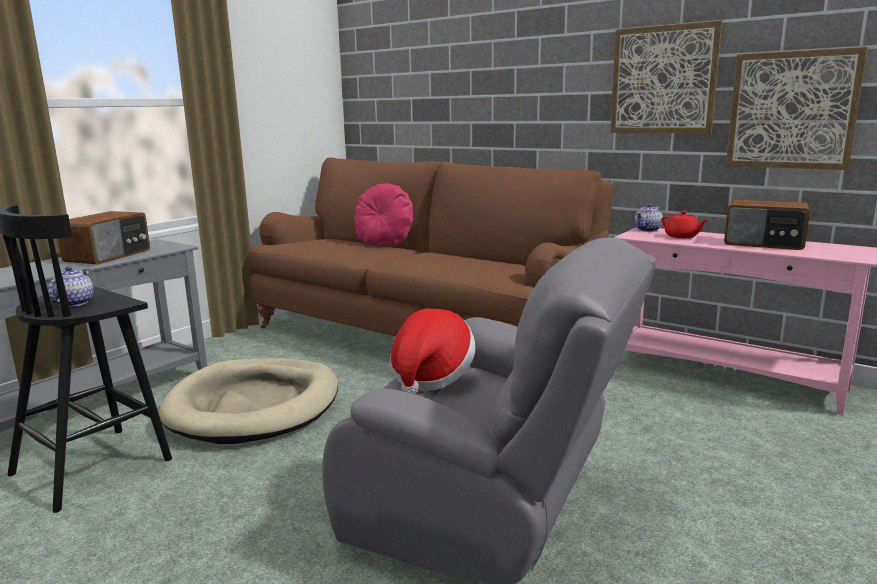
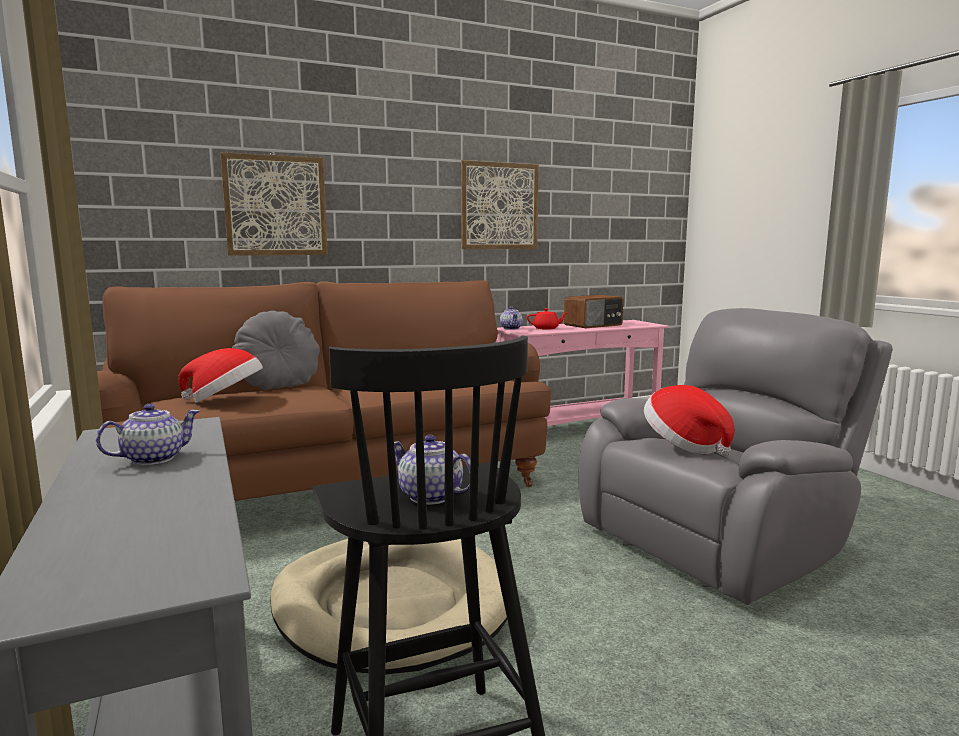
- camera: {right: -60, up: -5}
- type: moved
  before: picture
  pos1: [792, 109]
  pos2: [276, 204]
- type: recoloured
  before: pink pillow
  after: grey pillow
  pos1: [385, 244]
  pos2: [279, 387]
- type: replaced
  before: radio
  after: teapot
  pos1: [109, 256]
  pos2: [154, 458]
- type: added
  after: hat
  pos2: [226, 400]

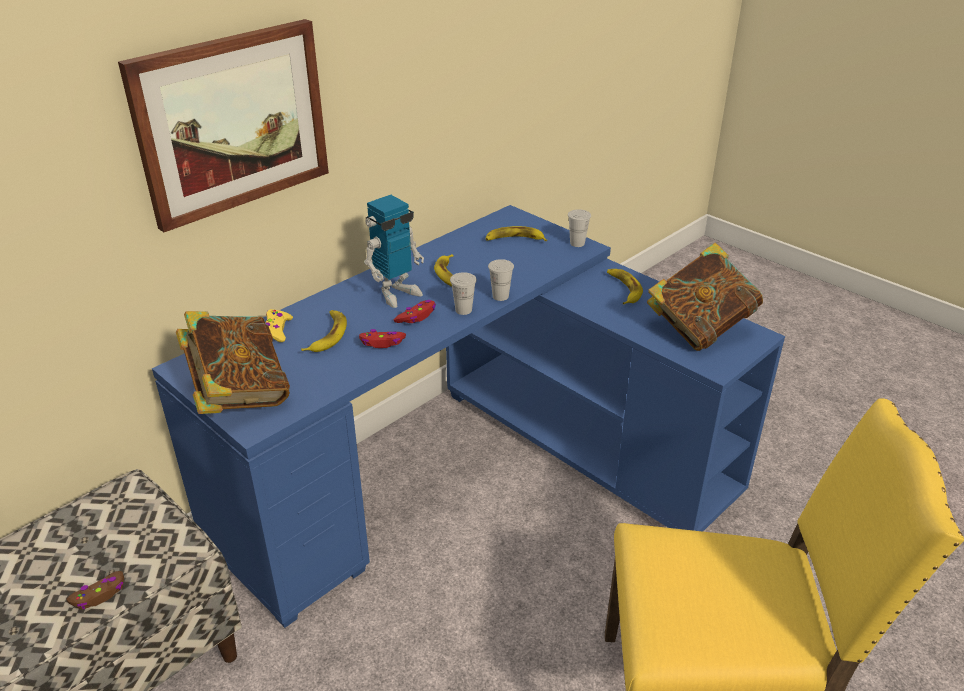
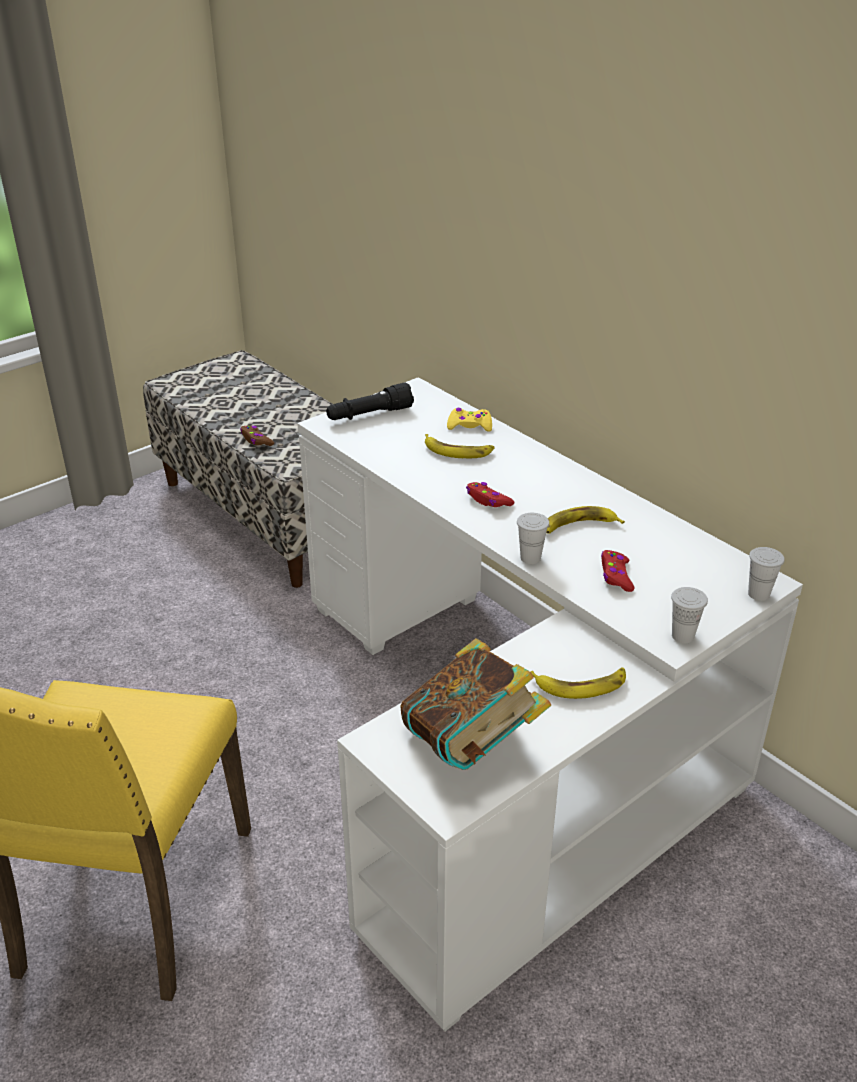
- camera: {right: 95, up: 0}
- type: removed
  before: picture
  pos1: [232, 122]
- type: removed
  before: toy robot
  pos1: [396, 293]
- type: recoloured
  before: blue desk
  after: white desk
  pos1: [475, 472]
  pos2: [508, 741]
- type: removed
  before: banana
  pos1: [514, 239]
- type: moved
  before: white cup
  pos1: [463, 310]
  pos2: [758, 594]
- type: replaced
  before: book
  after: black flashlight
  pos1: [239, 395]
  pos2: [369, 415]
- type: moved
  before: red game controller
  pos1: [382, 343]
  pos2: [616, 576]

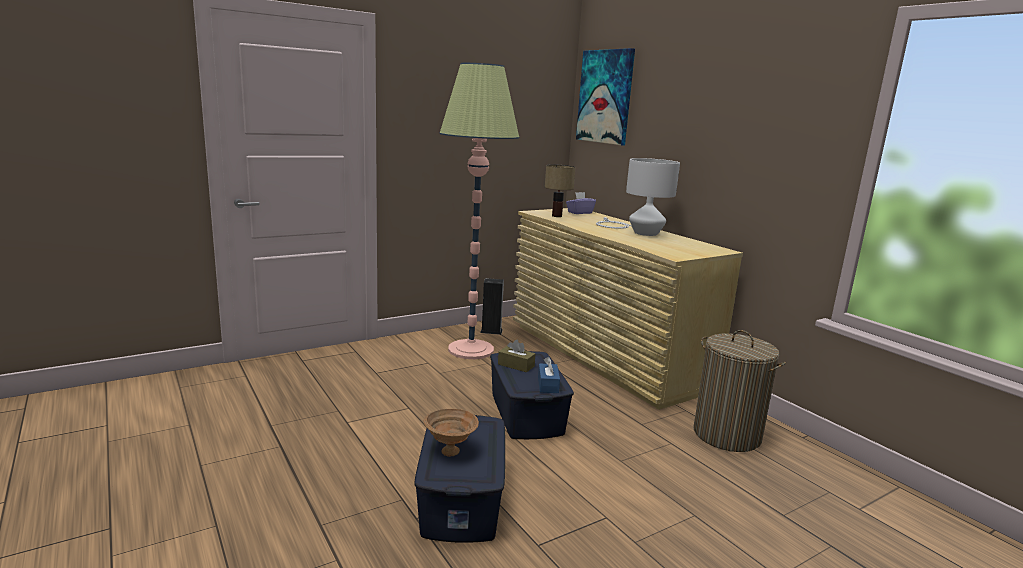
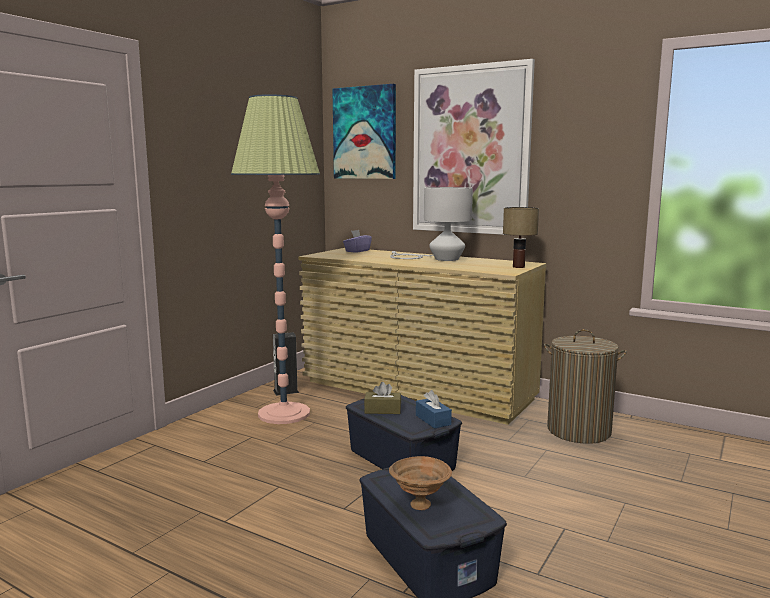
- camera: {right: -25, up: -5}
- type: moved
  before: table lamp
  pos1: [556, 216]
  pos2: [518, 267]
- type: added
  after: picture
  pos2: [470, 150]

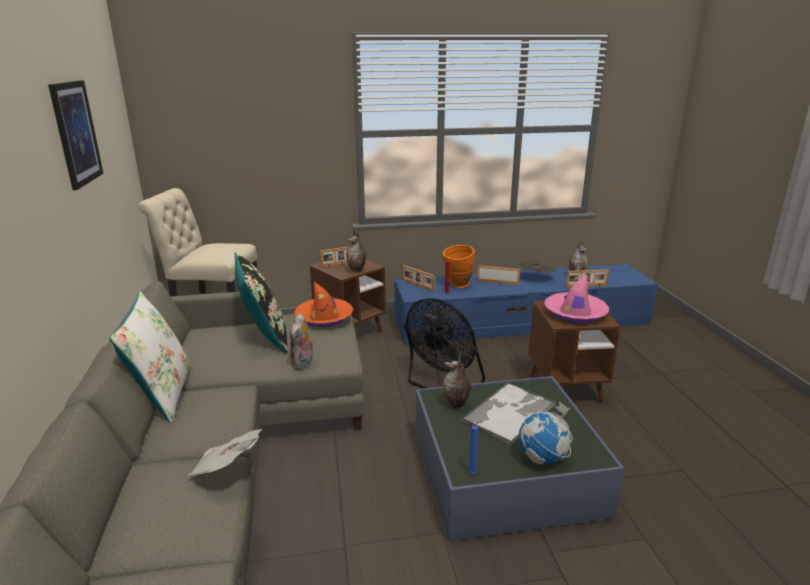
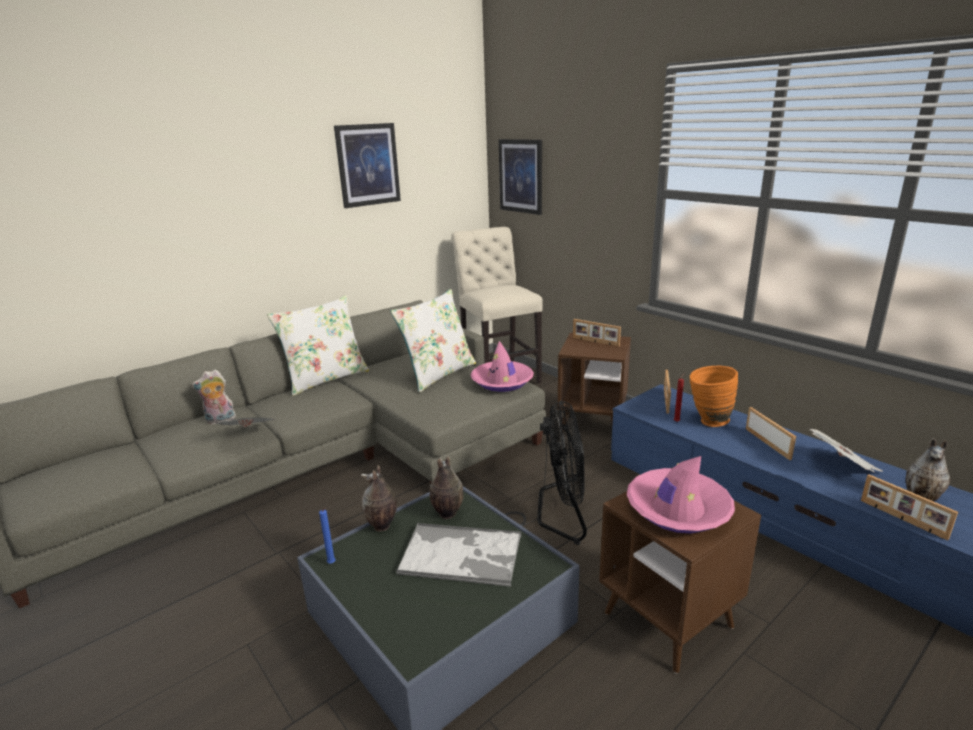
- camera: {right: 60, up: 0}
- type: moved
  before: vase
  pos1: [357, 271]
  pos2: [382, 526]
- type: recoloured
  before: black pillow
  after: white pillow
  pos1: [264, 337]
  pos2: [438, 374]
- type: recoloured
  before: orange hat
  after: pink hat
  pos1: [324, 318]
  pos2: [502, 382]
- type: moved
  before: plush toy
  pos1: [303, 364]
  pos2: [220, 420]
- type: removed
  before: globe
  pos1: [543, 458]
- type: added
  after: picture
  pos2: [521, 176]

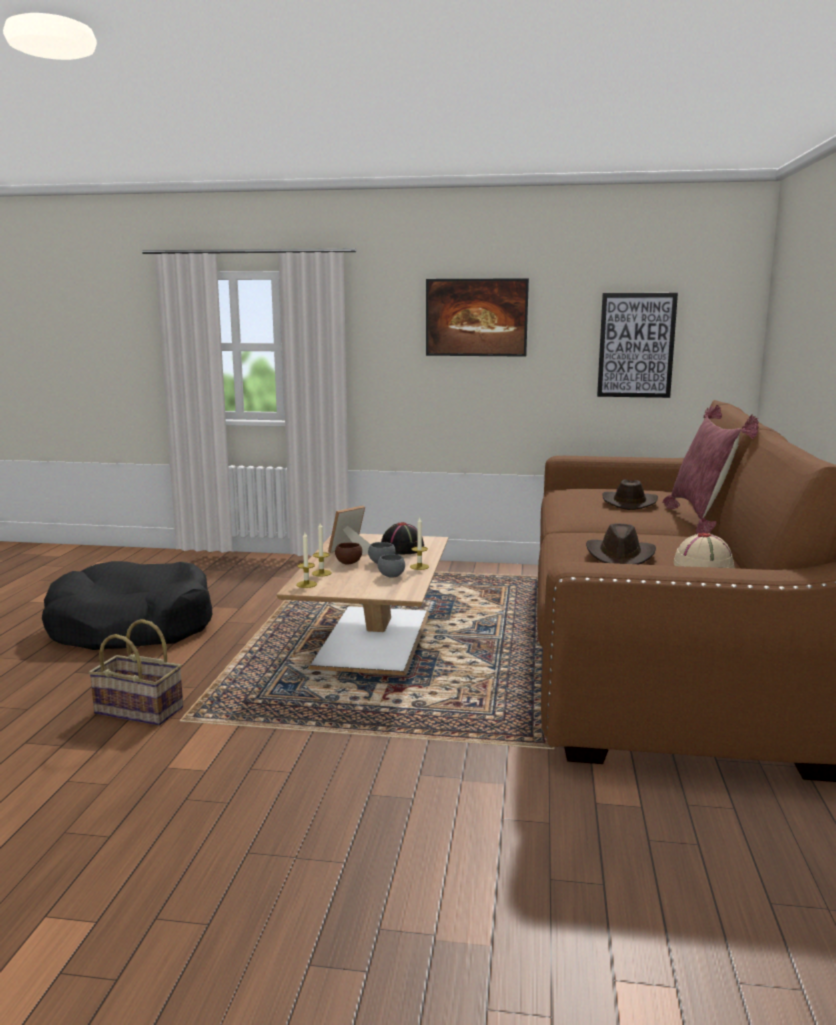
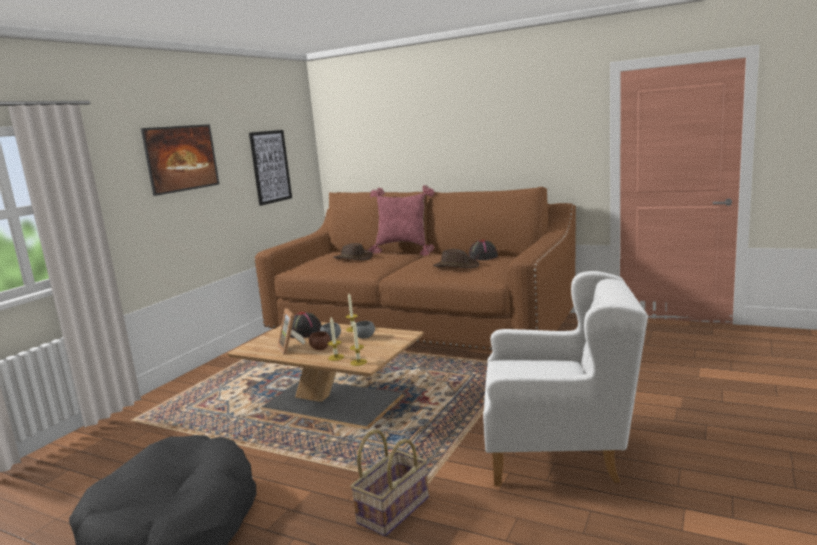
- camera: {right: -70, up: 0}
- type: recoloured
  before: beige hat
  after: black hat
  pos1: [703, 566]
  pos2: [483, 256]
- type: added
  after: white armchair
  pos2: [559, 452]

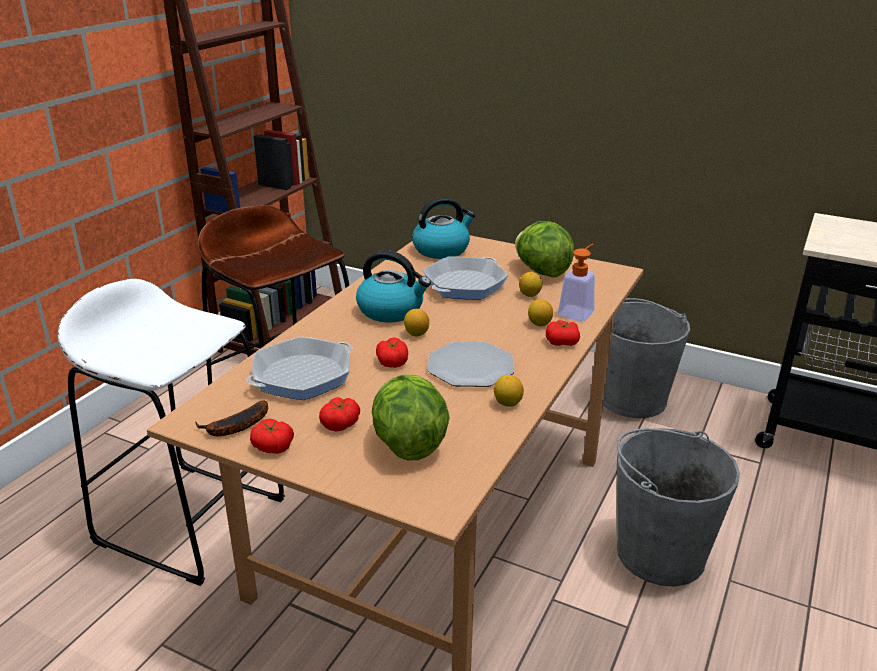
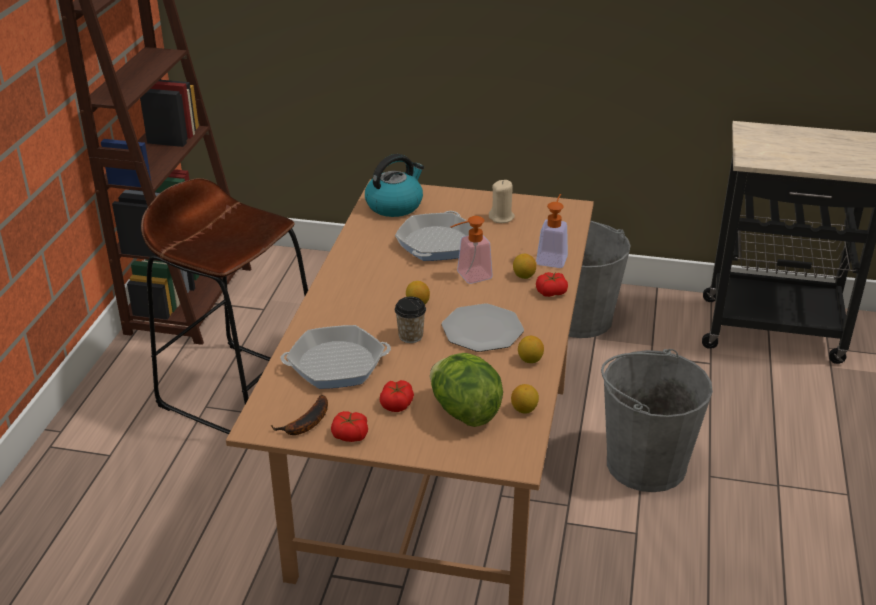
- camera: {right: -15, up: 5}
- type: replaced
  before: lettuce
  after: beige candle
  pos1: [541, 271]
  pos2: [501, 217]
- type: removed
  before: kettle
  pos1: [391, 310]
- type: moved
  before: lemon
  pos1: [530, 295]
  pos2: [524, 409]
- type: removed
  before: white stool
  pos1: [191, 519]
- type: turned
  before: frying pan
  pos1: [302, 376]
  pos2: [336, 364]
  turn: 45
- type: replaced
  before: tomato
  after: cup
  pos1: [392, 361]
  pos2: [410, 336]
- type: added
  after: soap dispenser
  pos2: [468, 277]

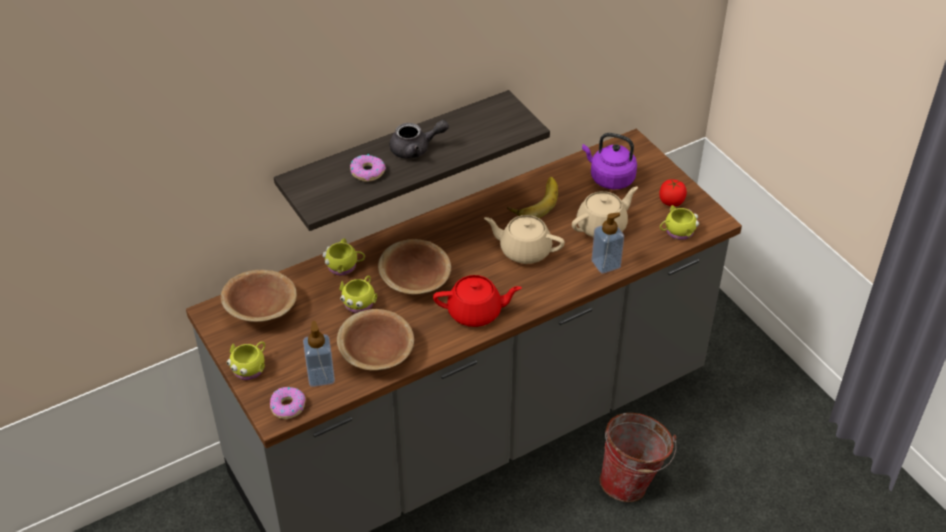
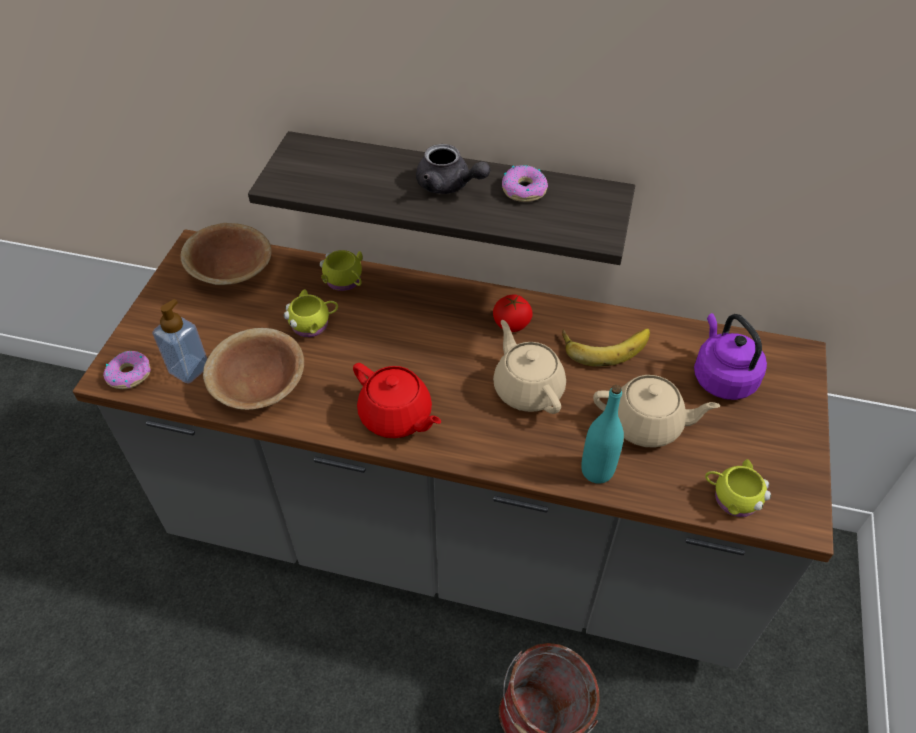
- camera: {right: 45, up: 5}
- type: moved
  before: donut
  pos1: [367, 172]
  pos2: [524, 190]
- type: moved
  before: tomato
  pos1: [671, 201]
  pos2: [511, 324]
- type: replaced
  before: soap dispenser
  after: turquoise bottle
  pos1: [605, 264]
  pos2: [597, 470]
- type: removed
  before: brown bowl
  pos1: [415, 281]
- type: removed
  before: yellow mug
  pos1: [250, 367]

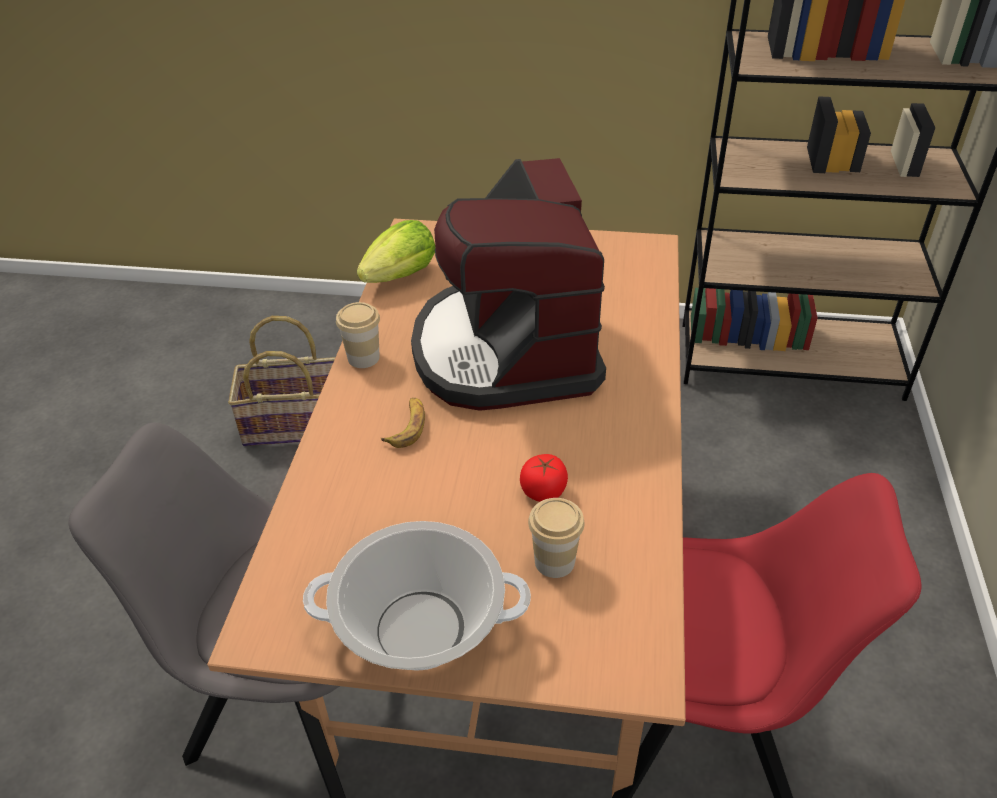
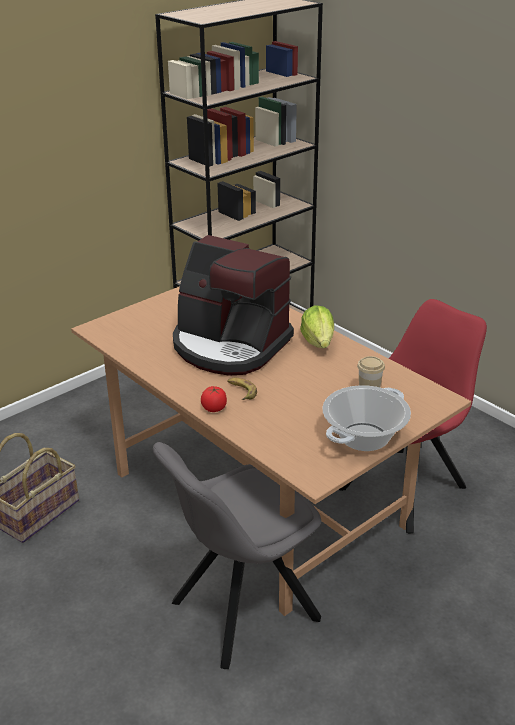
- camera: {right: -50, up: -10}
- type: moved
  before: lettuce
  pos1: [401, 276]
  pos2: [318, 342]
- type: removed
  before: cup
  pos1: [363, 358]
- type: moved
  before: tomato
  pos1: [543, 491]
  pos2: [214, 408]

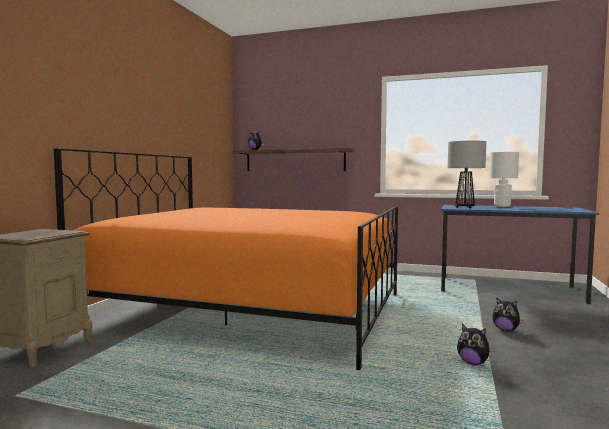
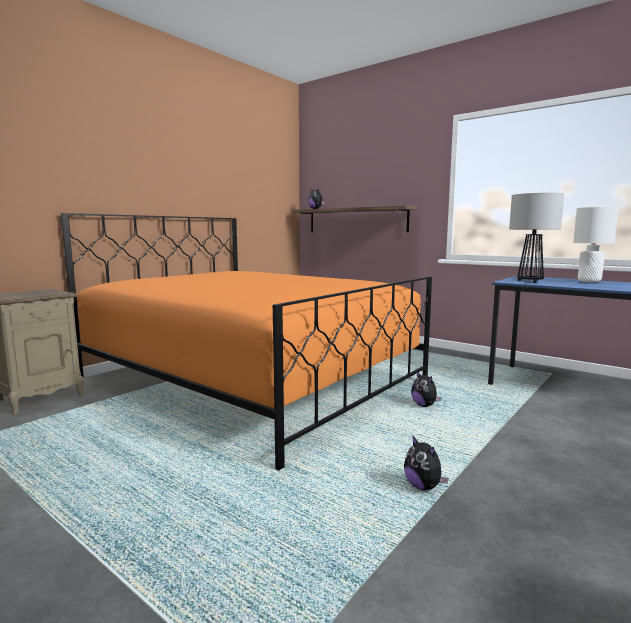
- camera: {right: 20, up: 5}
- type: moved
  before: plush toy
  pos1: [506, 330]
  pos2: [424, 405]

